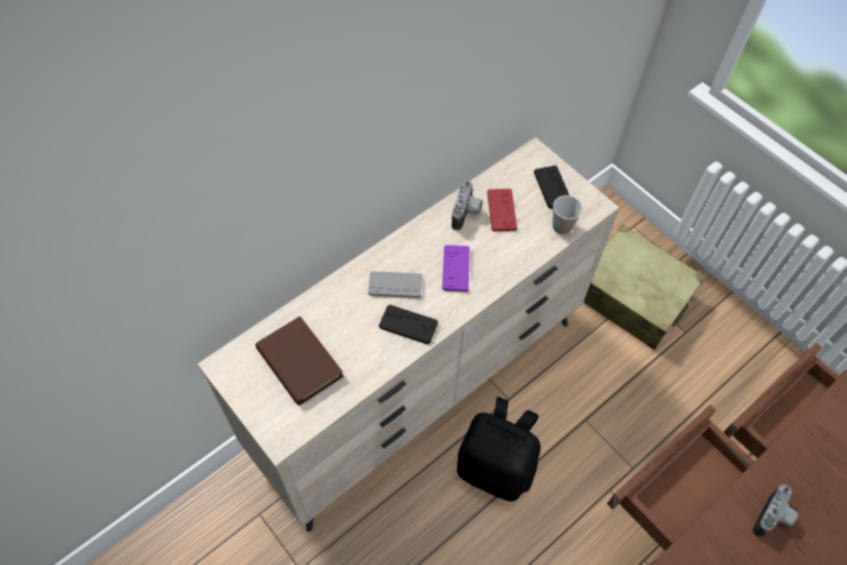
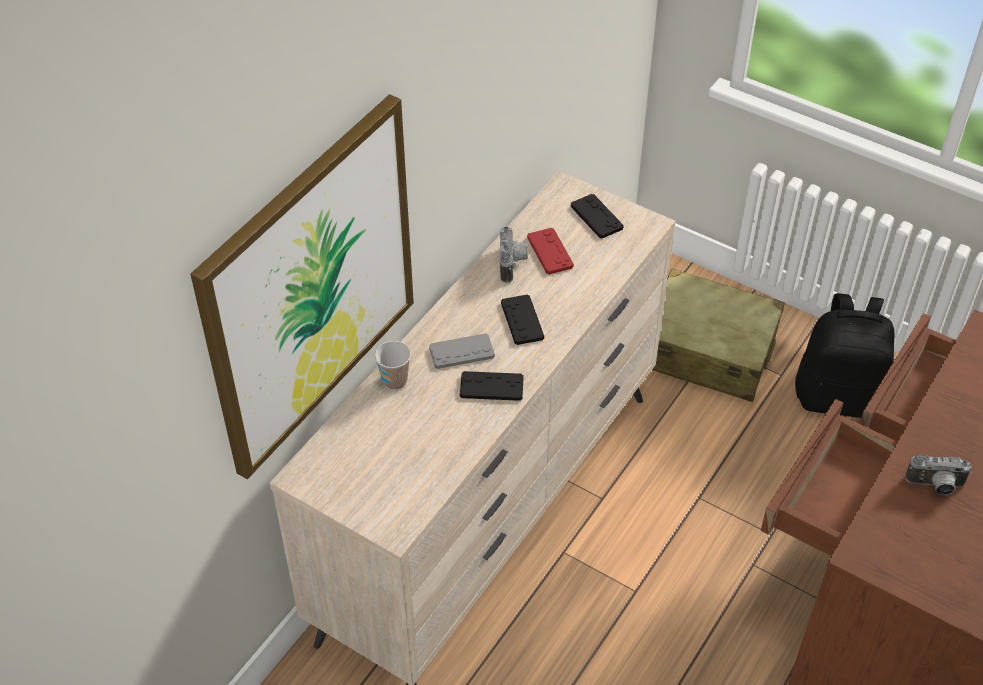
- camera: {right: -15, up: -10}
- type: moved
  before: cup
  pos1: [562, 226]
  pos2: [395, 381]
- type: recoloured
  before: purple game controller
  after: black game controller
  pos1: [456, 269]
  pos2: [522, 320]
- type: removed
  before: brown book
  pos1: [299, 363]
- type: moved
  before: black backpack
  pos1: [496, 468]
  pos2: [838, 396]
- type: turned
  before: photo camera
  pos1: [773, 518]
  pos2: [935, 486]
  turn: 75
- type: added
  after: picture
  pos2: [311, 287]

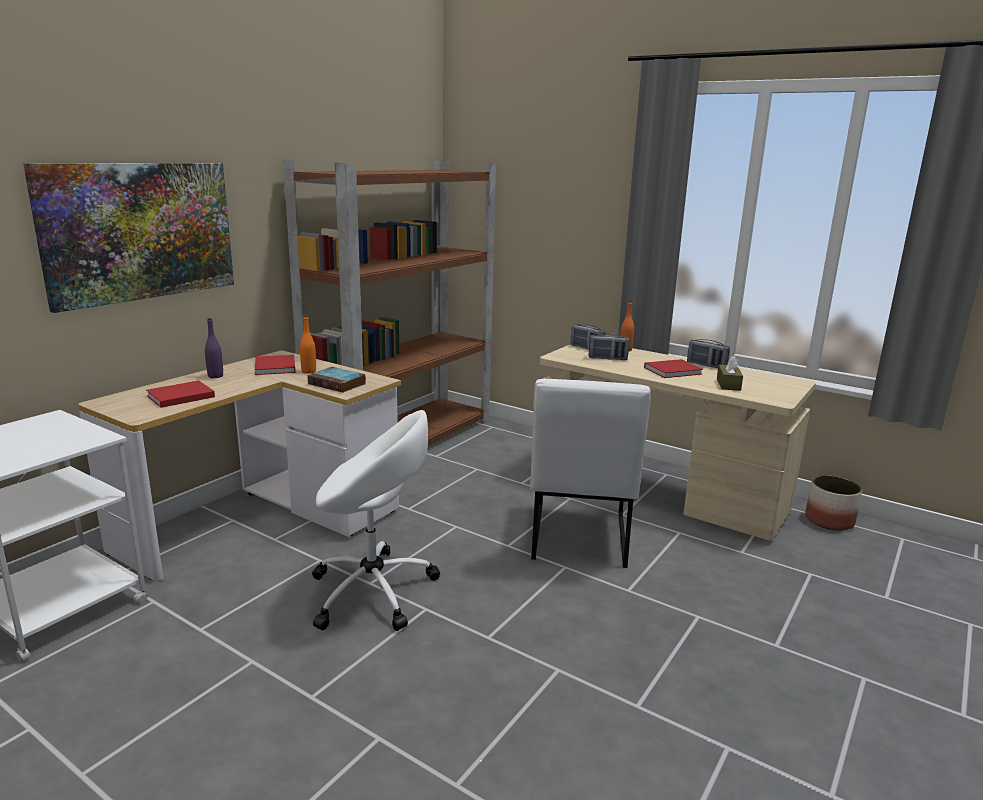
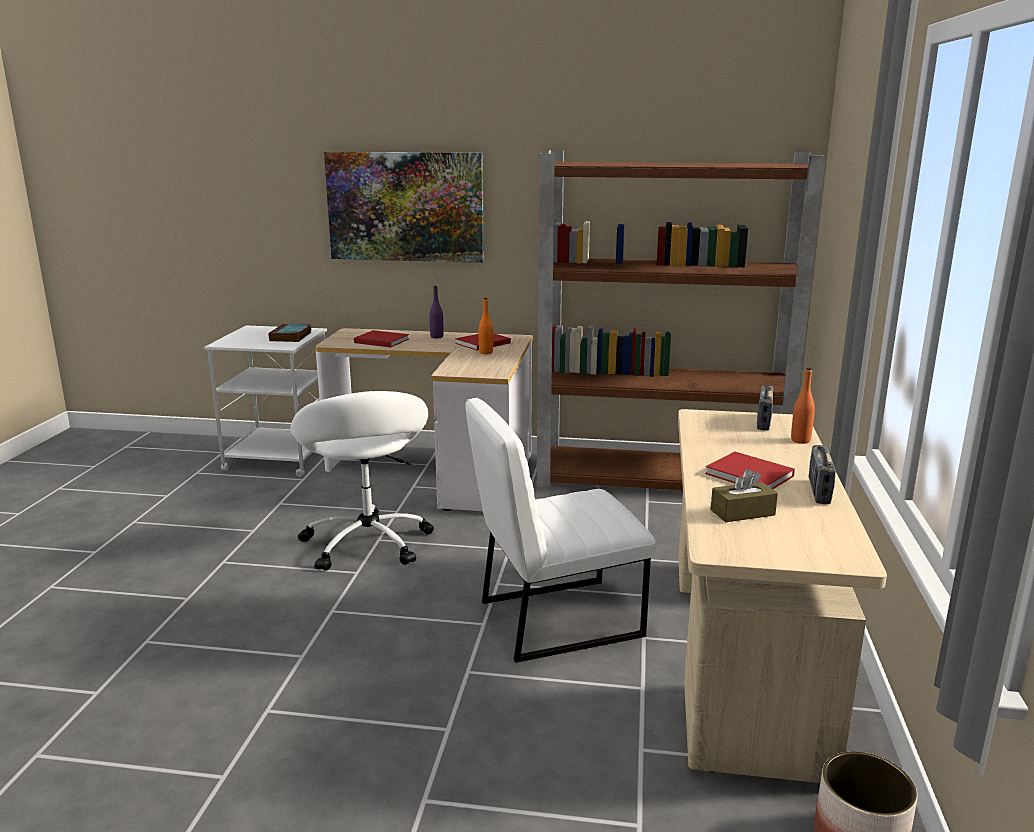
- camera: {right: 65, up: 0}
- type: removed
  before: radio
  pos1: [607, 358]
- type: moved
  before: book
  pos1: [338, 384]
  pos2: [290, 337]

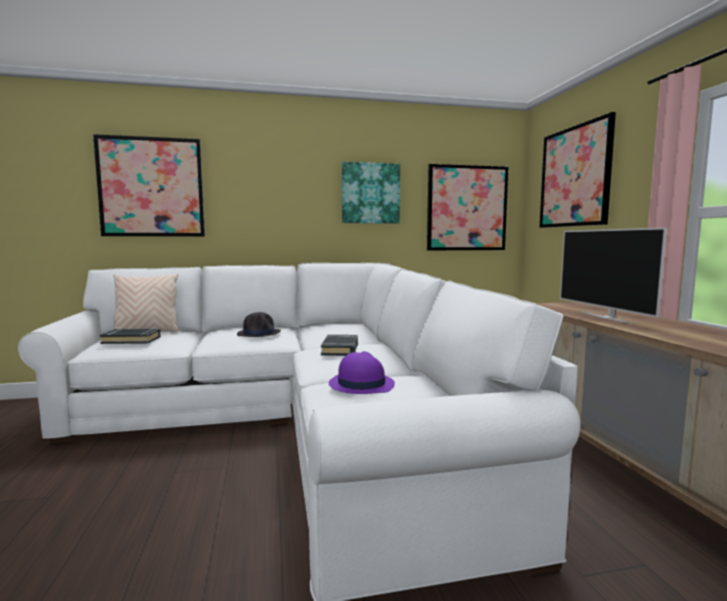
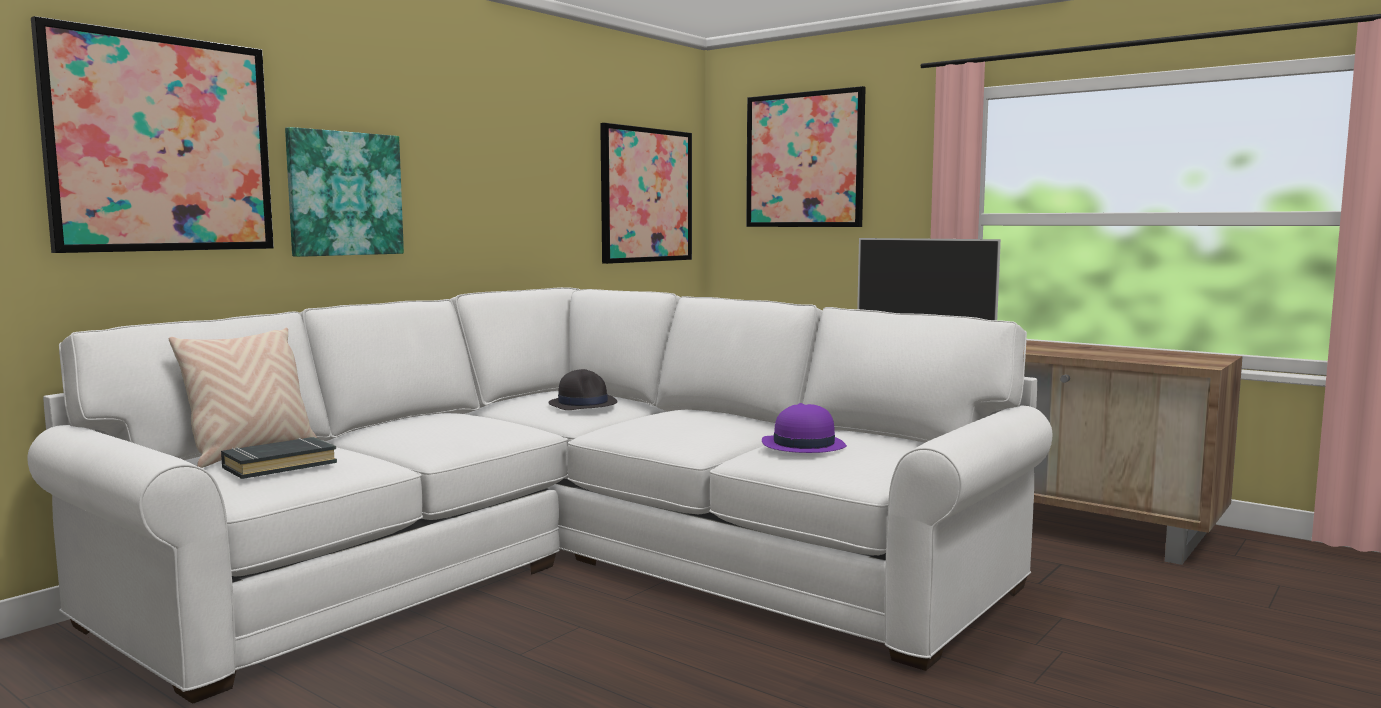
- camera: {right: -40, up: 0}
- type: moved
  before: picture
  pos1: [370, 193]
  pos2: [344, 194]
- type: moved
  before: black hat
  pos1: [259, 333]
  pos2: [583, 404]
- type: removed
  before: black book
  pos1: [340, 349]

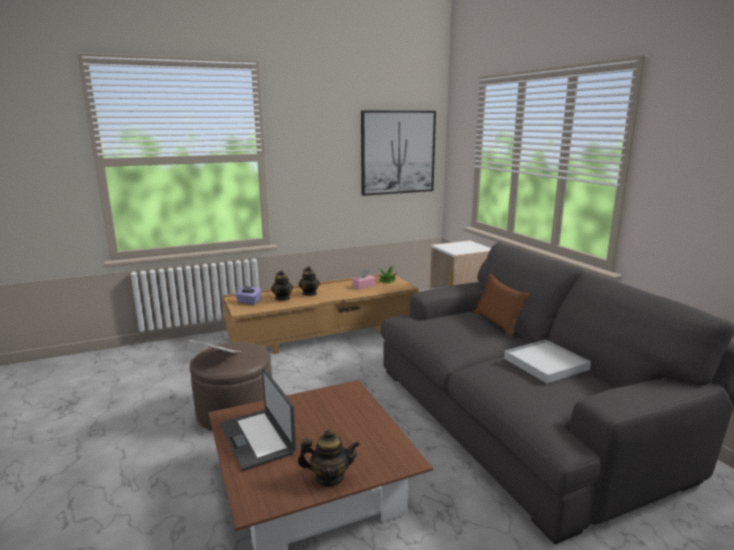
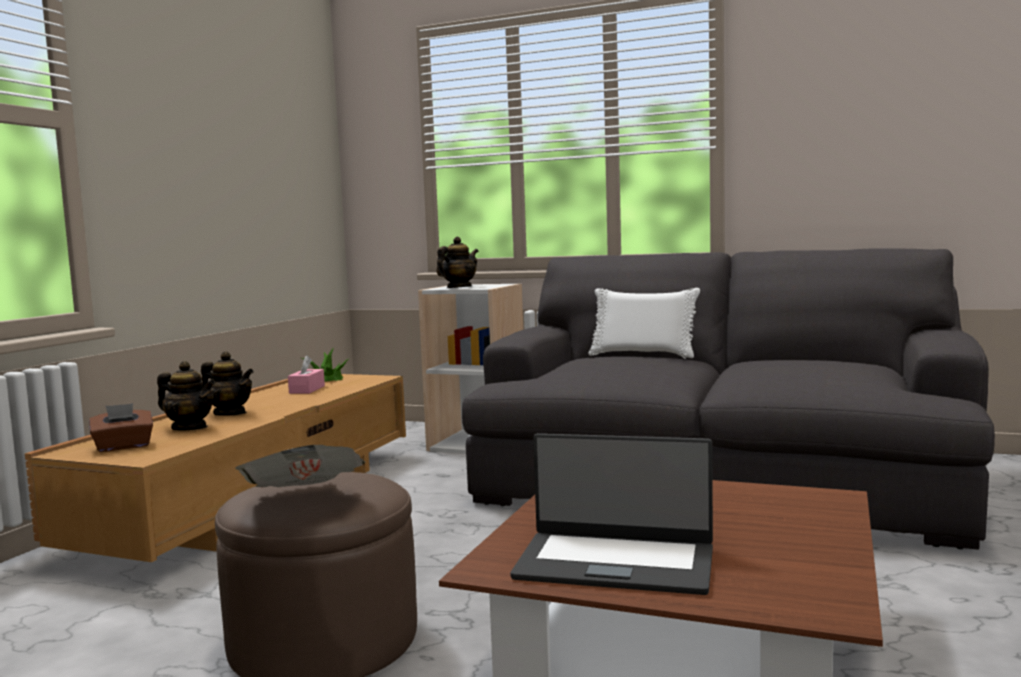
- camera: {right: -45, up: -10}
- type: removed
  before: picture
  pos1: [398, 152]
- type: recoloured
  before: brown pillow
  after: white pillow
  pos1: [498, 324]
  pos2: [643, 355]
- type: recoloured
  before: purple tissue box
  after: brown tissue box
  pos1: [249, 302]
  pos2: [123, 446]
- type: removed
  before: white tray
  pos1: [545, 364]
- type: moved
  before: teapot
  pos1: [329, 477]
  pos2: [458, 288]

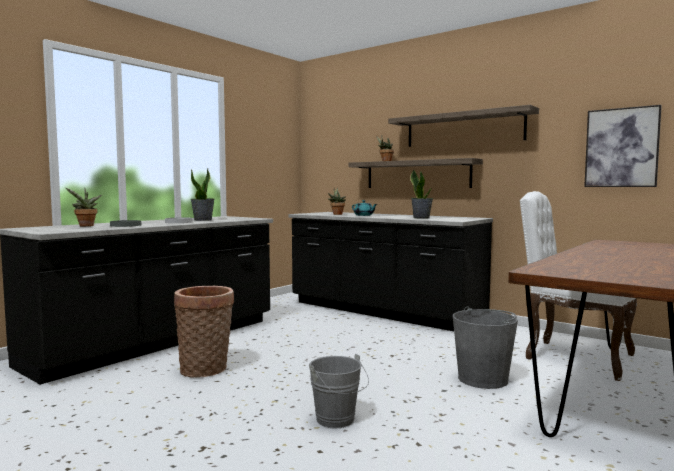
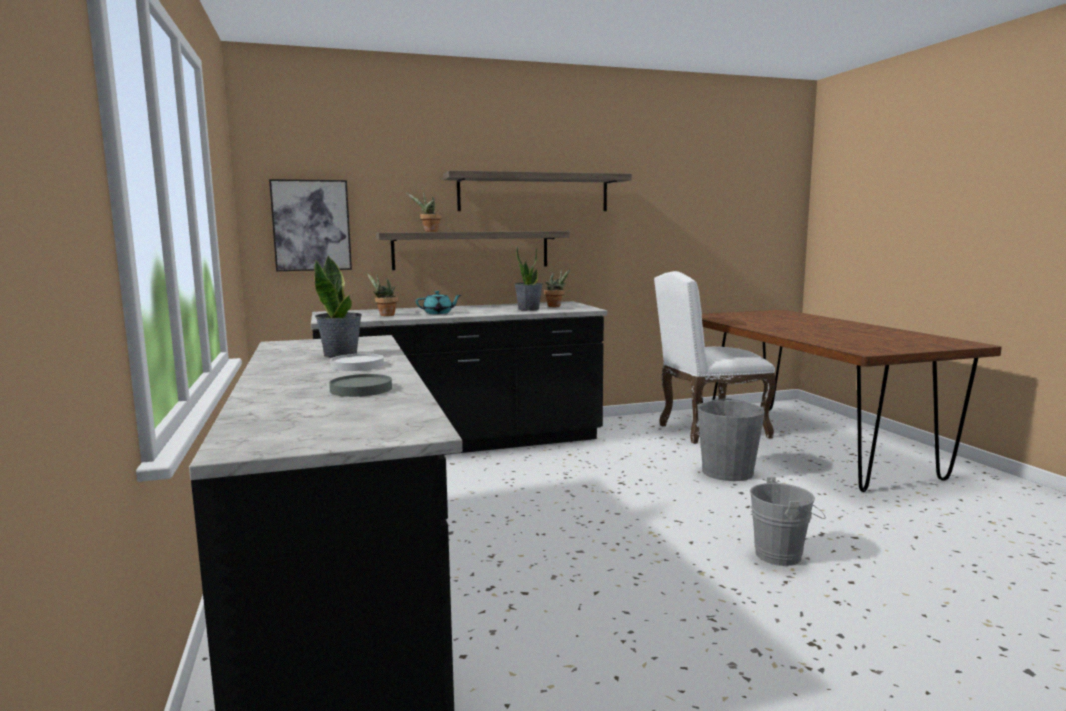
- camera: {right: -55, up: 5}
- type: moved
  before: picture
  pos1: [621, 147]
  pos2: [311, 225]
- type: moved
  before: potted plant
  pos1: [86, 226]
  pos2: [556, 306]
- type: removed
  before: basket
  pos1: [206, 370]

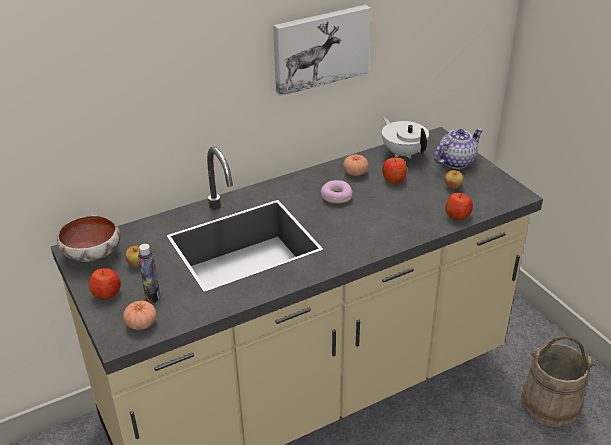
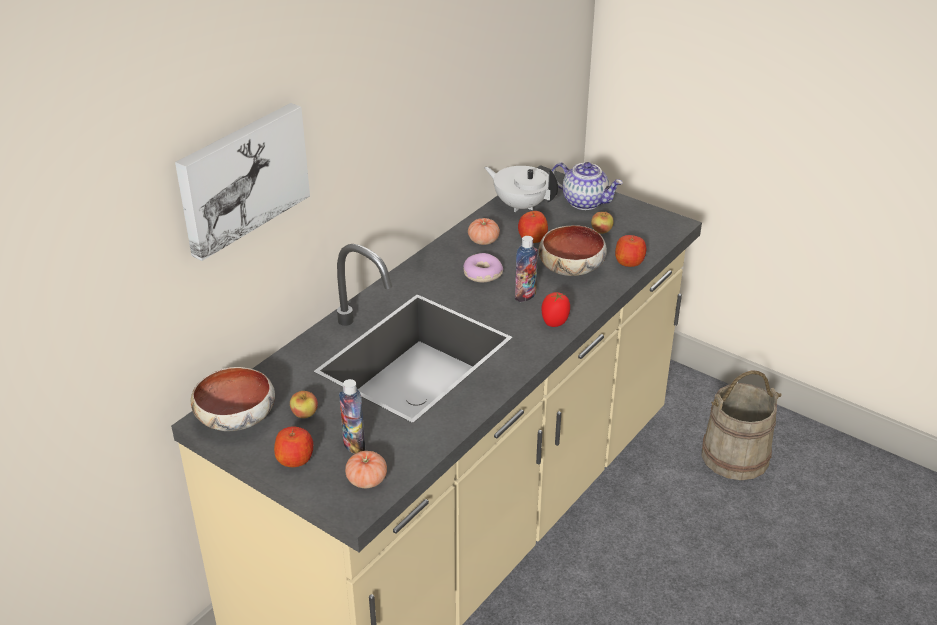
- camera: {right: -25, up: 0}
- type: moved
  before: picture
  pos1: [320, 48]
  pos2: [241, 178]
- type: turned
  before: teapot
  pos1: [456, 161]
  pos2: [585, 202]
  turn: 90
- type: added
  after: bowl
  pos2: [571, 268]
- type: added
  after: bottle
  pos2: [525, 295]
- type: added
  after: tomato
  pos2: [555, 322]

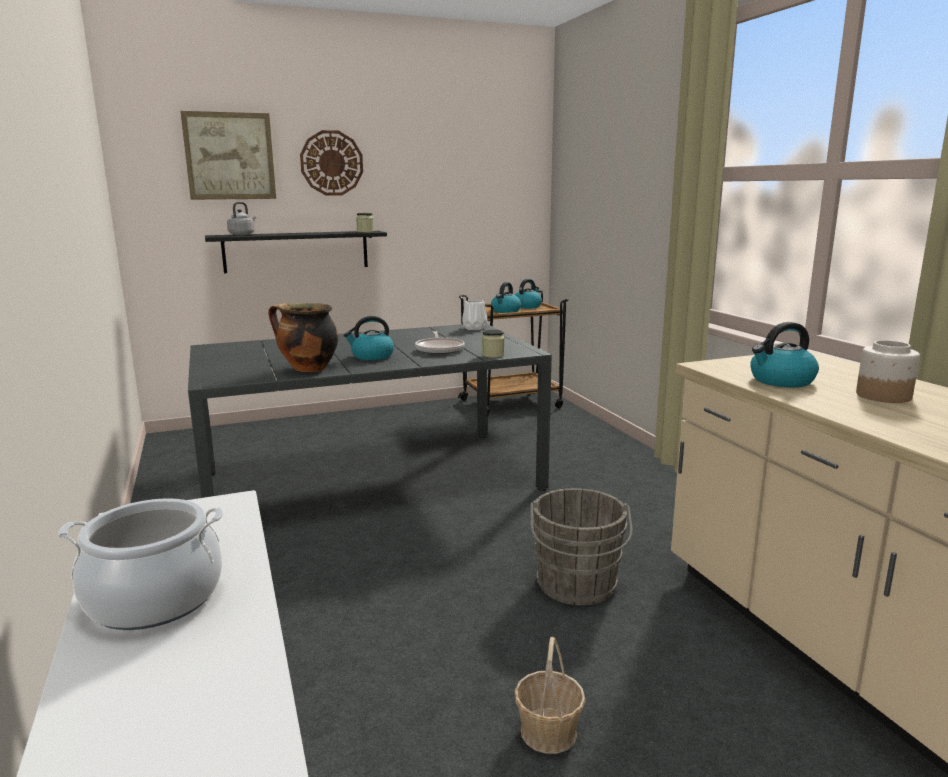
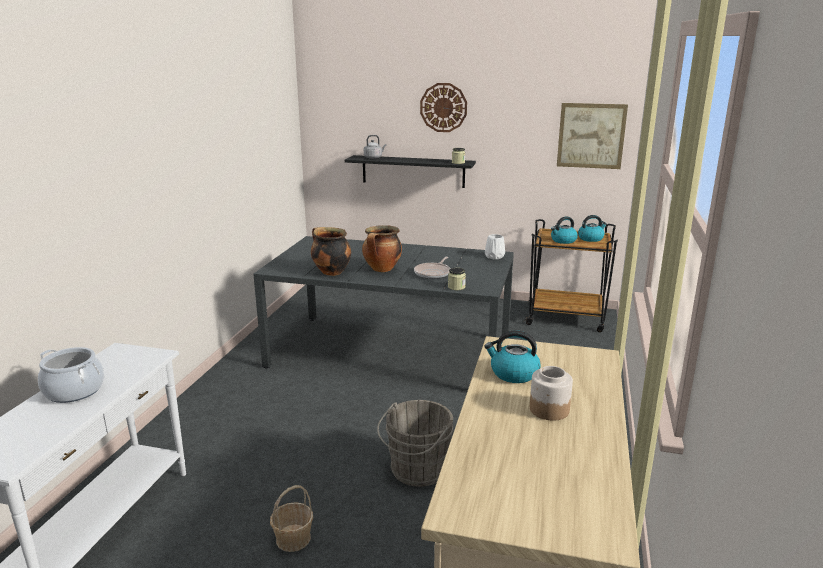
- camera: {right: 35, up: 5}
- type: moved
  before: picture
  pos1: [229, 156]
  pos2: [591, 136]
- type: replaced
  before: kettle
  after: cooking pot
  pos1: [371, 356]
  pos2: [382, 269]

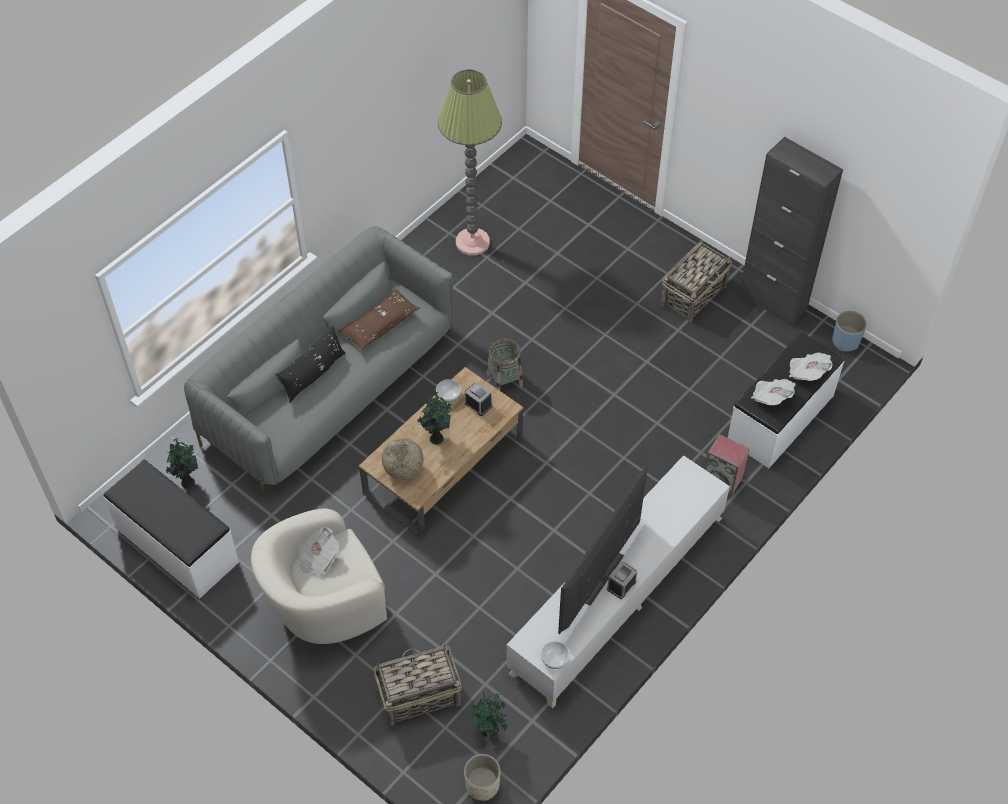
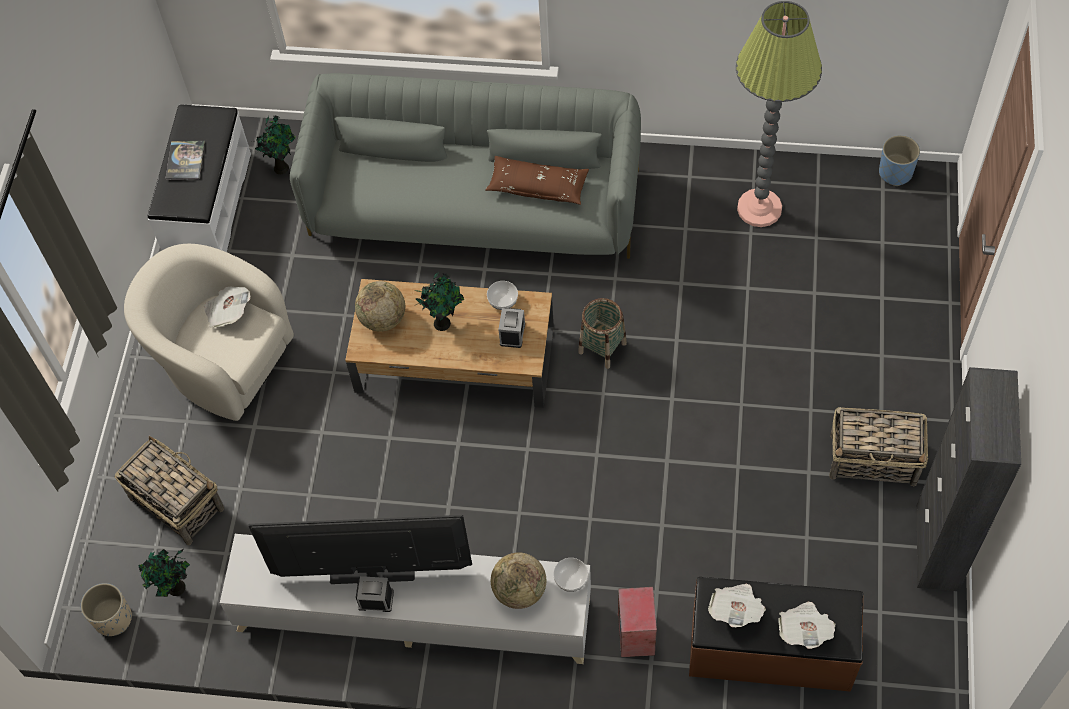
- camera: {right: 60, up: 5}
- type: moved
  before: blue planter
  pos1: [845, 341]
  pos2: [895, 173]
- type: removed
  before: black pillow
  pos1: [313, 374]
- type: recoloured
  before: white bench
  after: brown bench
  pos1: [781, 418]
  pos2: [770, 651]
- type: moved
  before: bowl
  pos1: [554, 659]
  pos2: [570, 579]
- type: added
  after: book
  pos2: [185, 161]
- type: added
  after: globe
  pos2: [519, 590]

